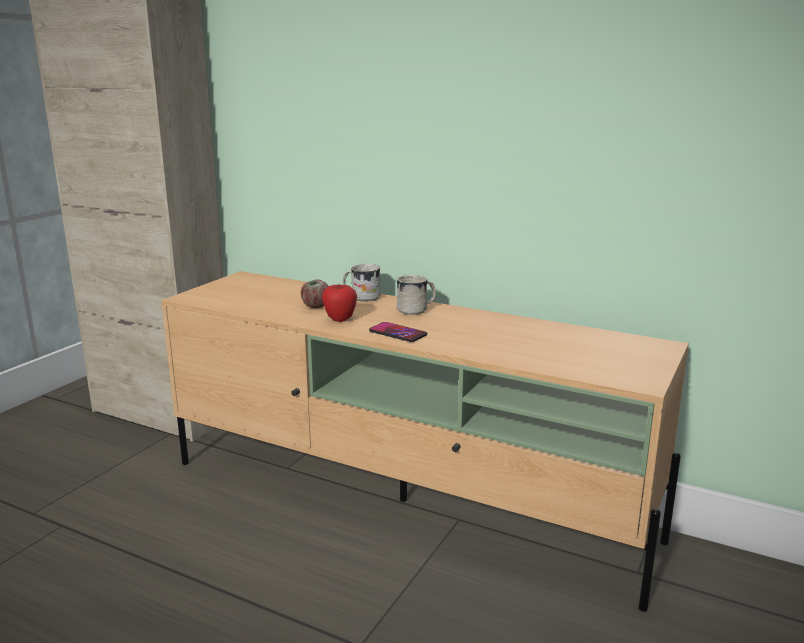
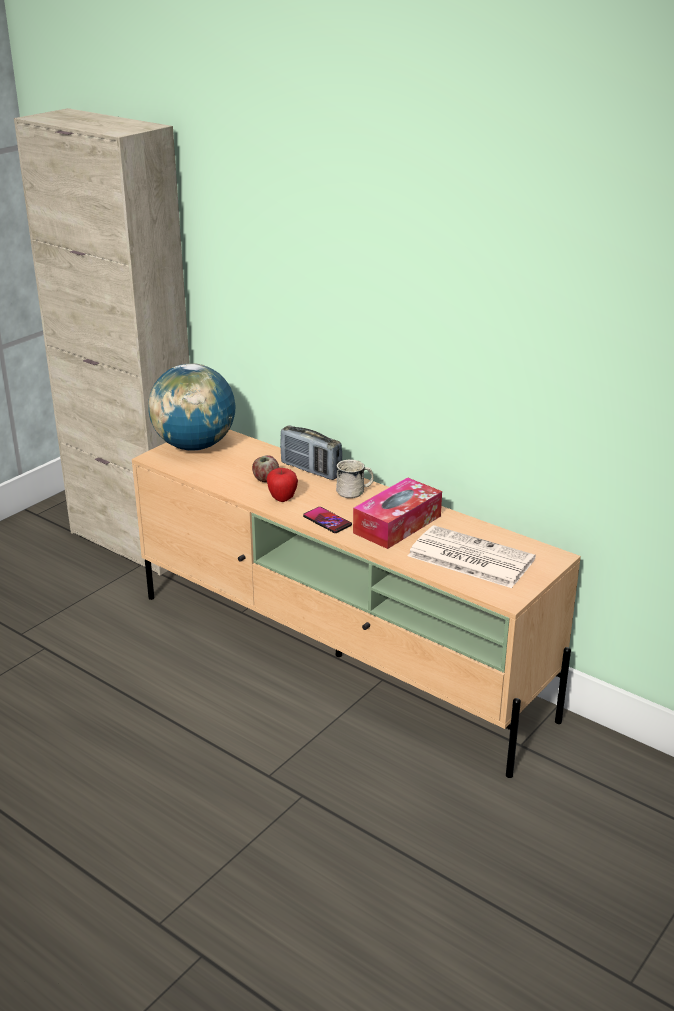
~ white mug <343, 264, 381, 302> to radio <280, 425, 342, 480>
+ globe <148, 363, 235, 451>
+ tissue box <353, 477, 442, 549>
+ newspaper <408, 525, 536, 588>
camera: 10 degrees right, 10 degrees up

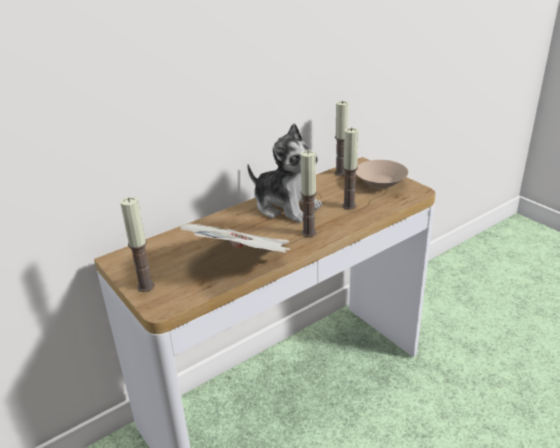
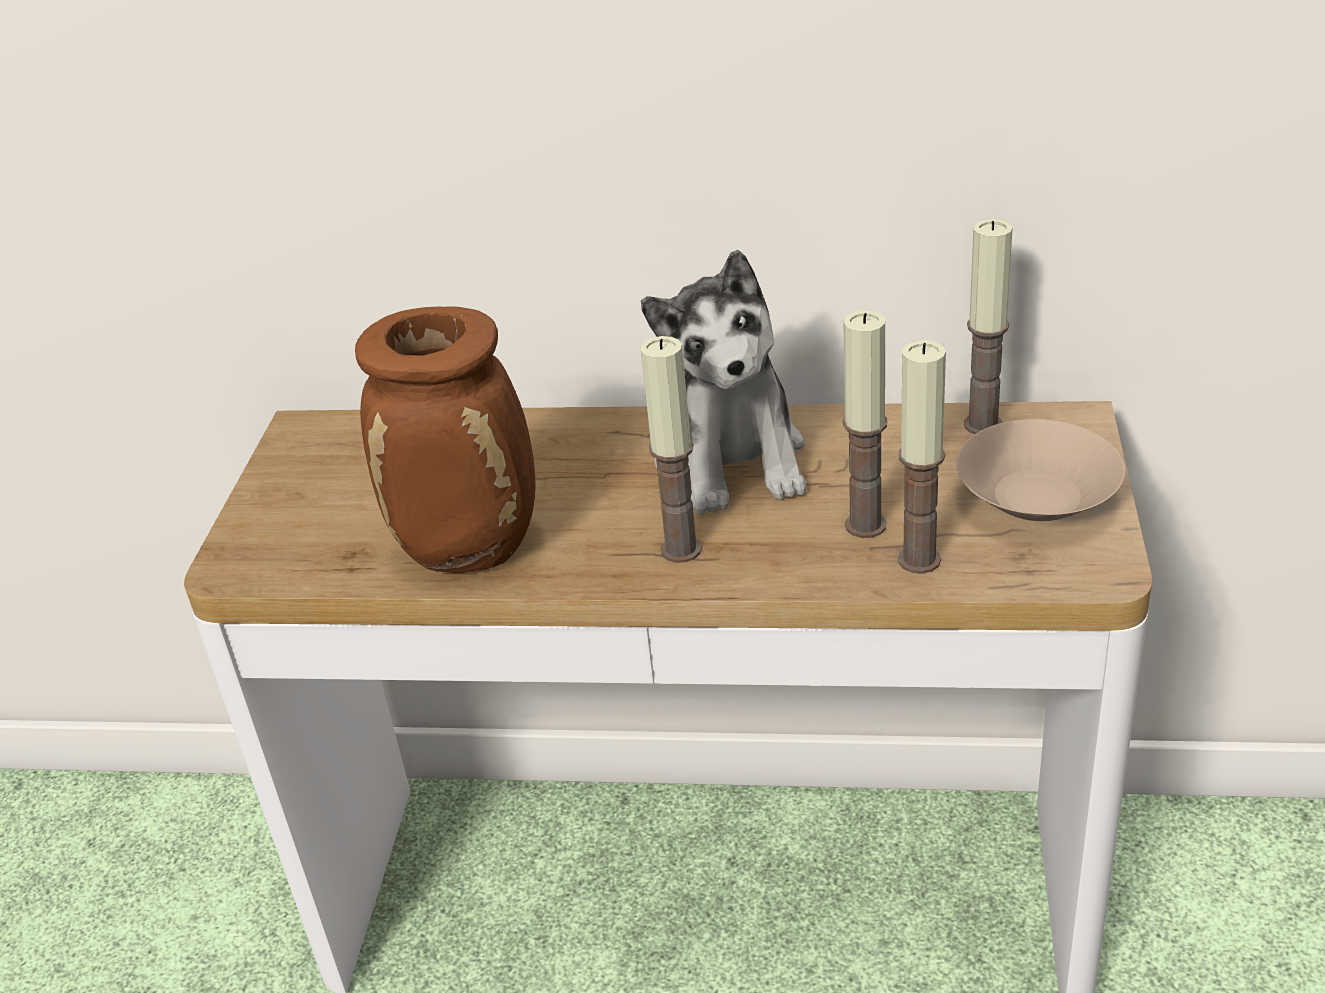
~ candle <120, 197, 155, 292> to <898, 340, 946, 574>
~ newspaper <180, 223, 291, 253> to brown vase <355, 306, 535, 573>
camera: 45 degrees right, 5 degrees up

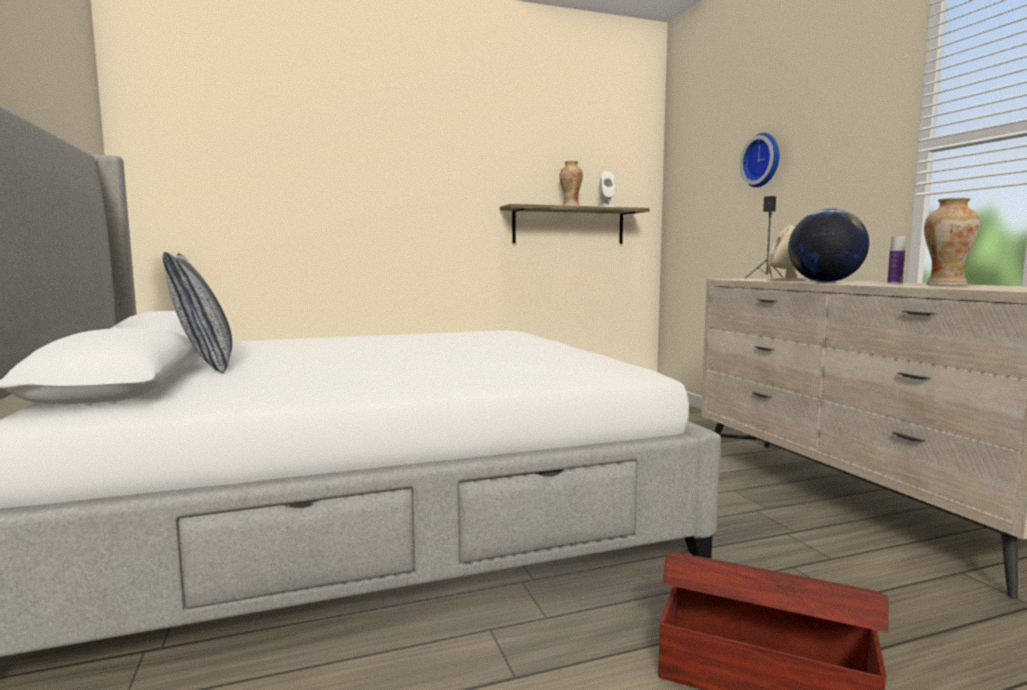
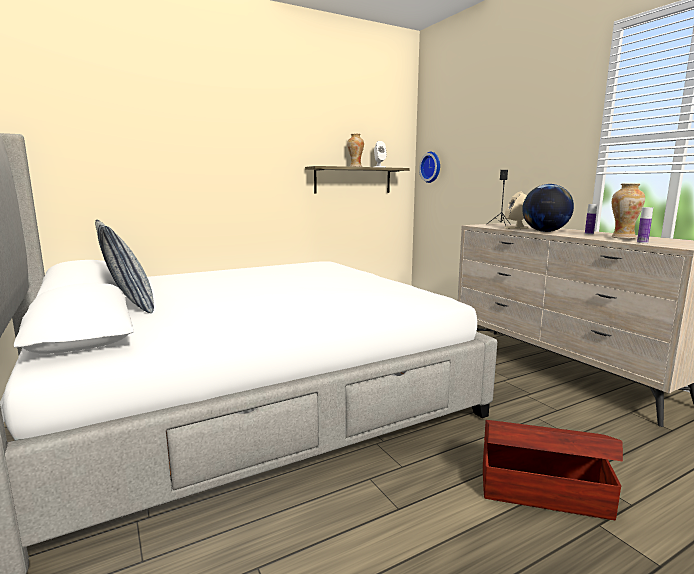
~ wall clock <740, 133, 779, 187> to <419, 152, 440, 183>
+ bottle <637, 207, 653, 243>
camera: 10 degrees left, 5 degrees up

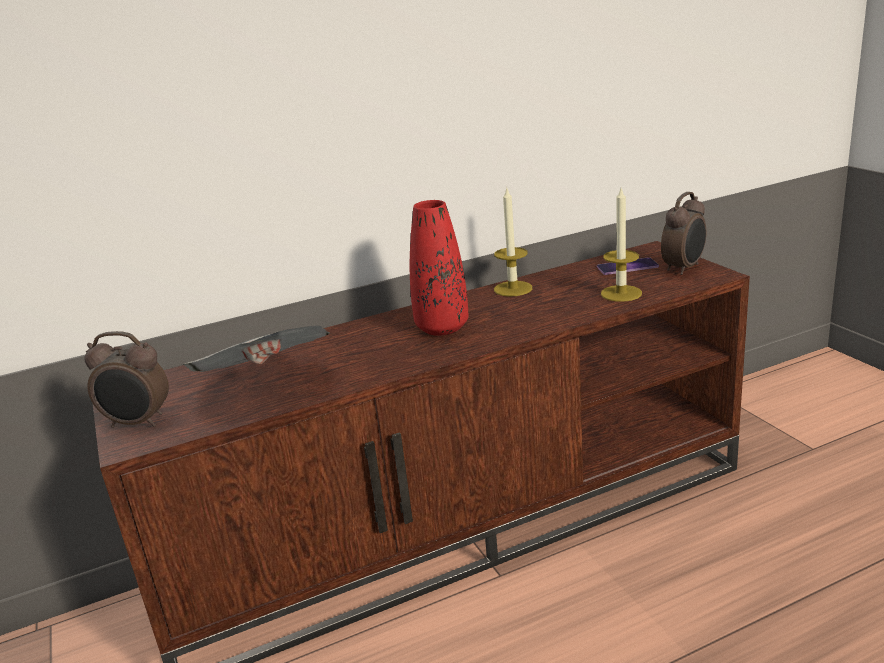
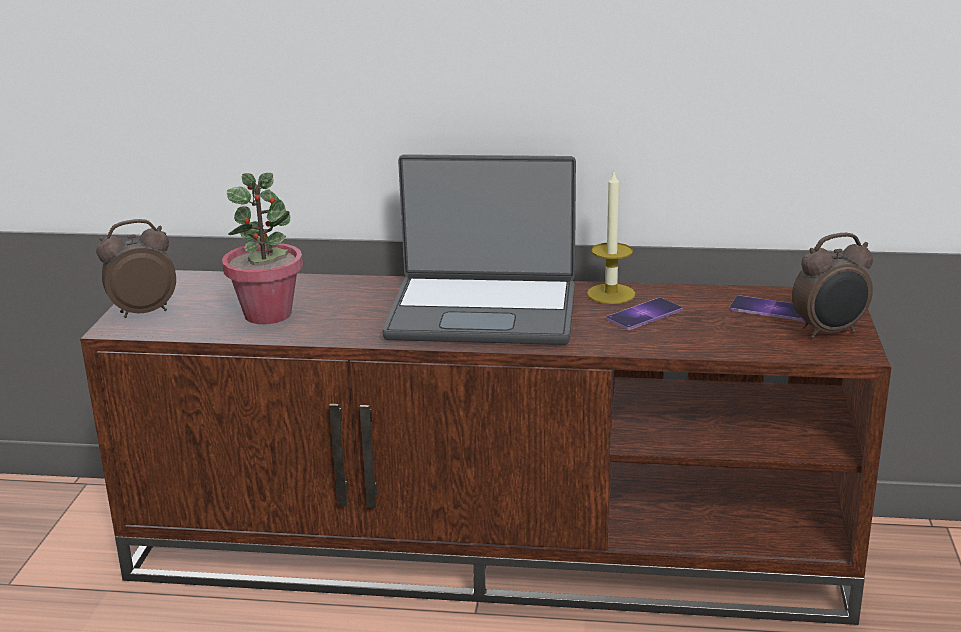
- candle <601, 188, 642, 302>
~ red vase <410, 200, 469, 336> to laptop <382, 154, 576, 345>
~ newspaper <182, 326, 330, 372> to potted plant <222, 173, 303, 324>
~ alarm clock <84, 331, 169, 428> = <96, 219, 176, 318> 120 degrees clockwise
+ phone <606, 298, 683, 330>
camera: 30 degrees right, 0 degrees up

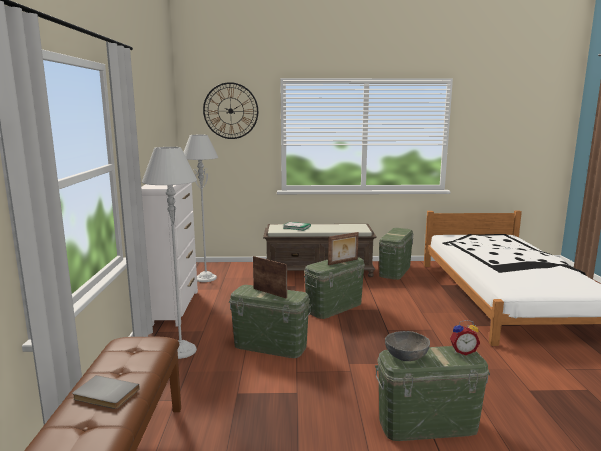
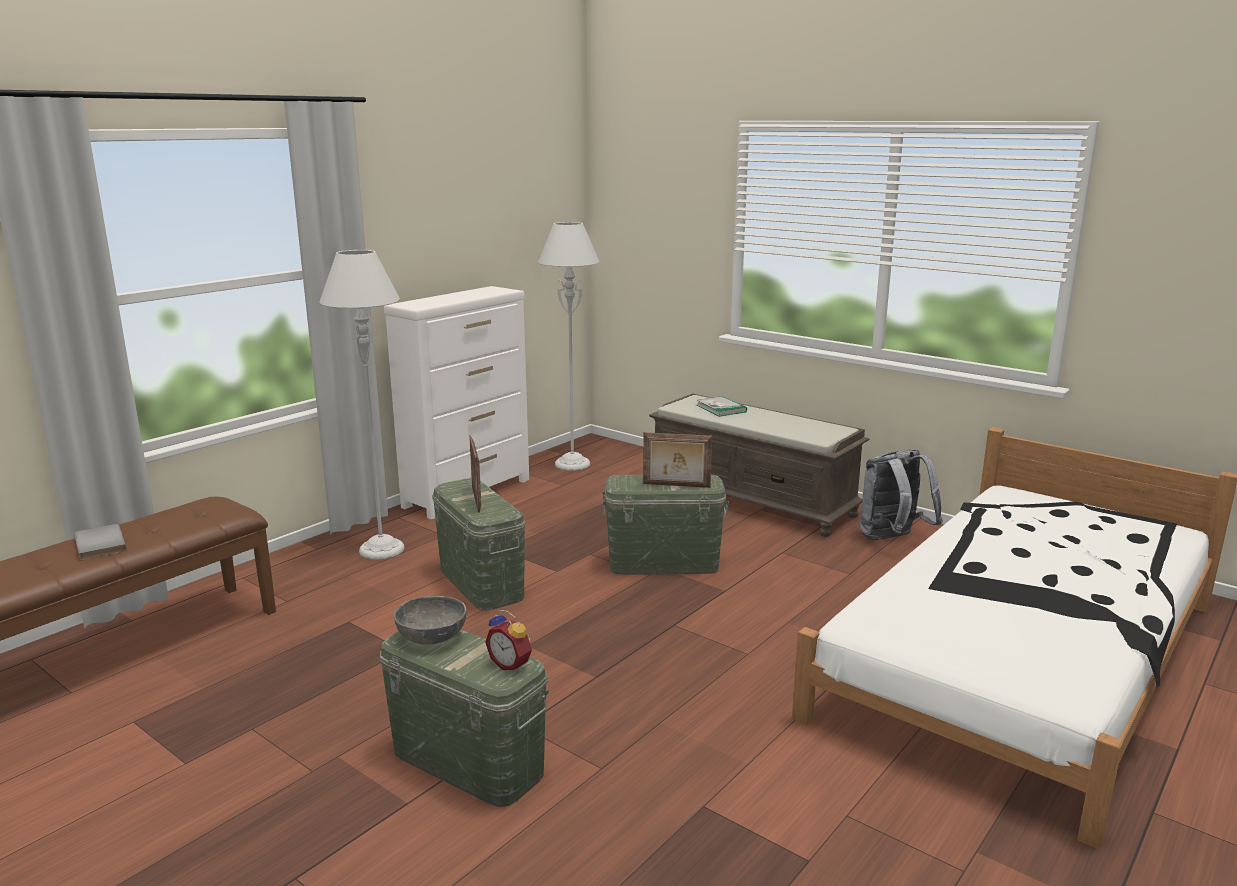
- wall clock <203, 82, 258, 139>
~ green storage box <379, 228, 413, 280> to grey backpack <860, 449, 943, 540>
camera: 40 degrees right, 5 degrees up

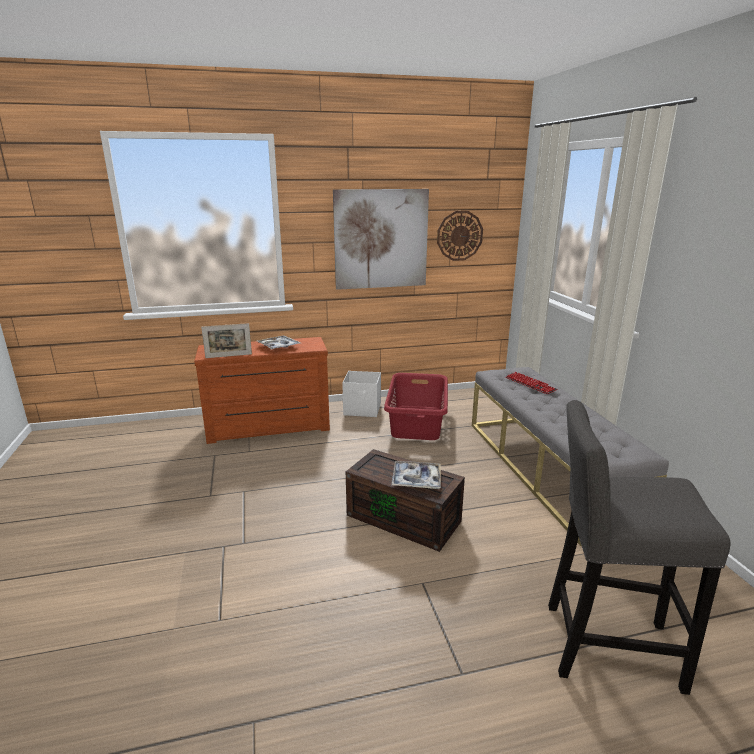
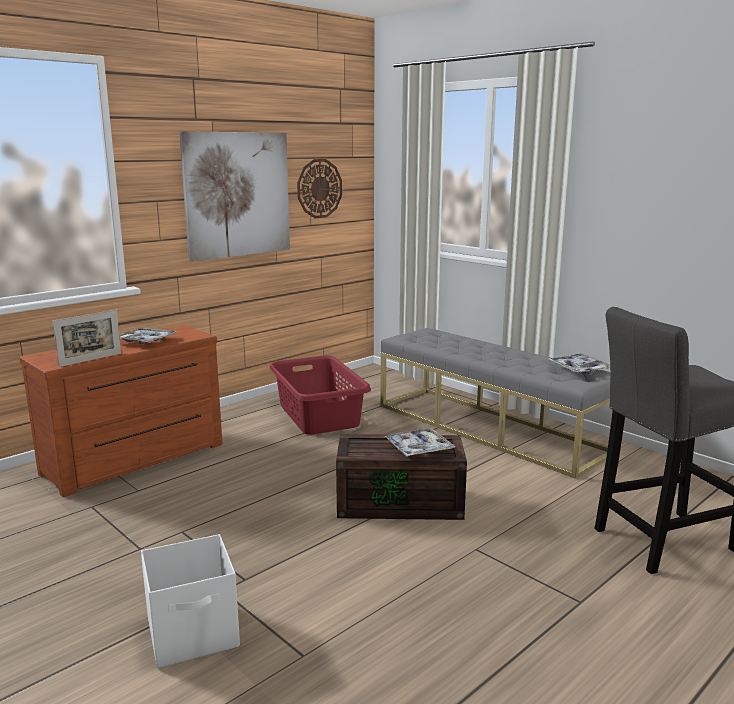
~ white storage box <342, 371, 381, 417> to <141, 534, 240, 668>
- keyboard <505, 372, 558, 394>
+ tray <549, 353, 610, 374>
camera: 30 degrees left, 5 degrees down

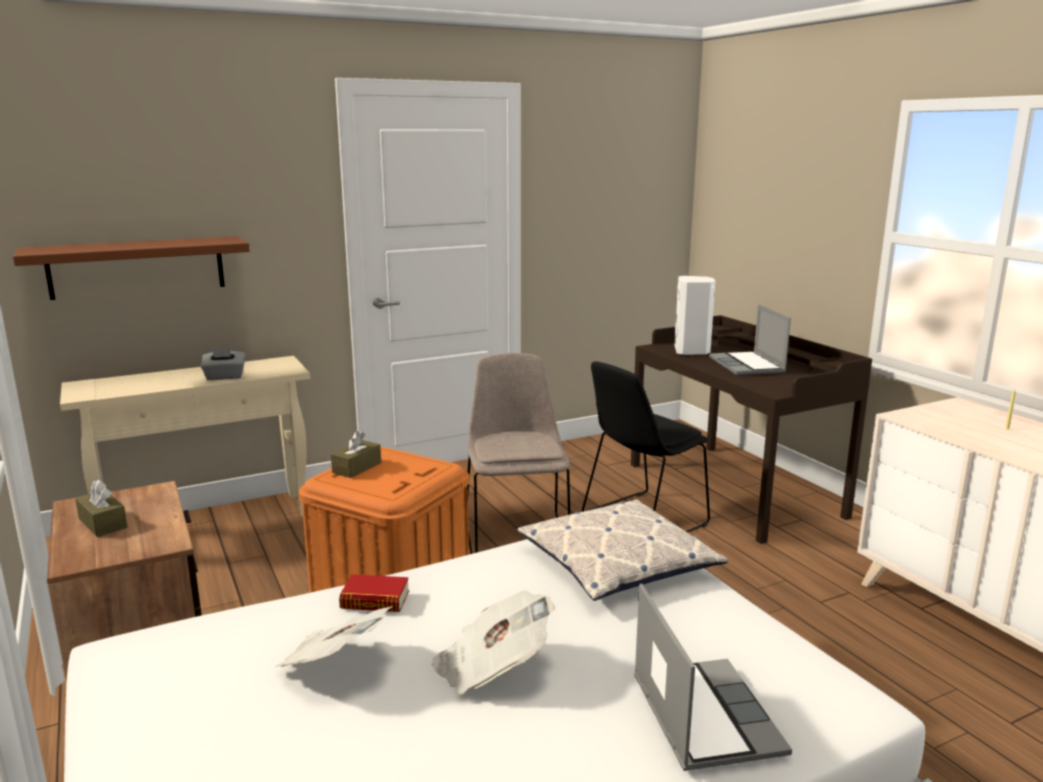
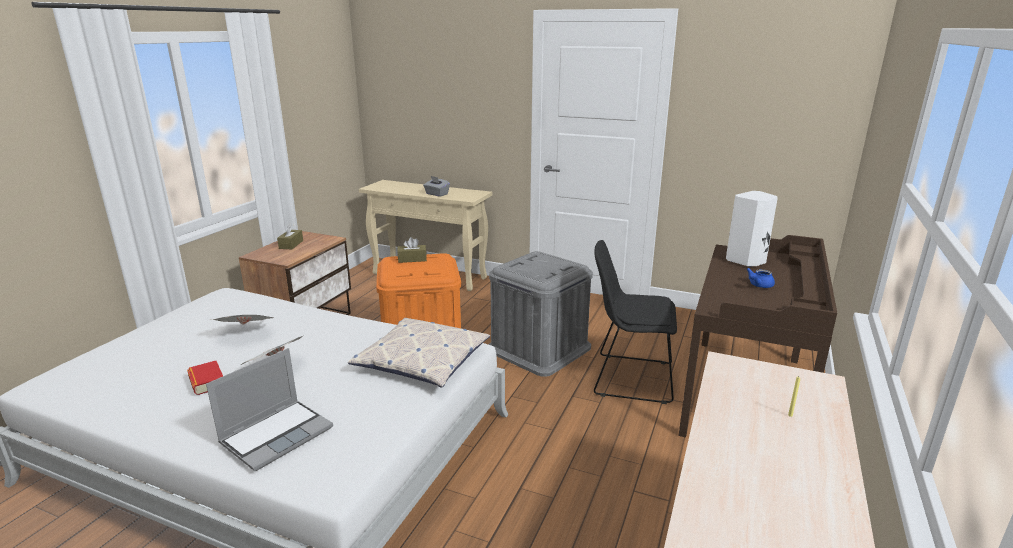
- brown shelf <13, 236, 250, 300>
~ laptop <709, 304, 791, 376> to blue teapot <746, 268, 775, 288>
~ beige chair <468, 353, 570, 554> to grey storage box <488, 251, 593, 377>
~ book <339, 574, 409, 612> to <187, 361, 223, 395>
camera: 50 degrees right, 5 degrees up

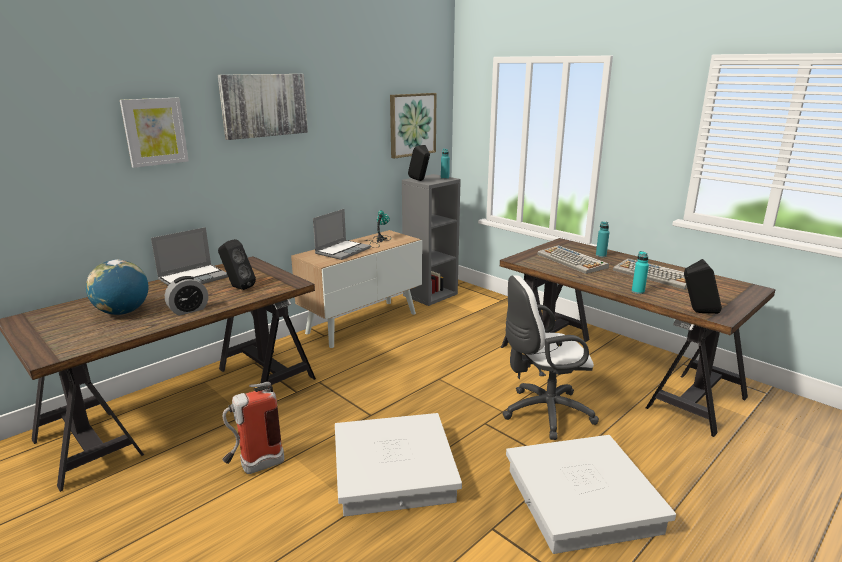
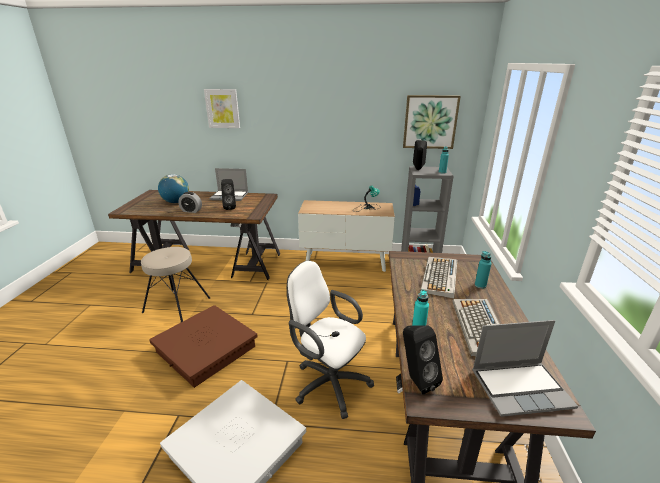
- picture <218, 74, 308, 140>
~ laptop <313, 209, 371, 260> to <472, 320, 578, 417>
~ fire extinguisher <222, 382, 284, 474> to beige stool <141, 247, 210, 322>
~ white storage box <335, 413, 462, 517> to brown storage box <149, 305, 258, 388>
camera: 50 degrees right, 5 degrees up

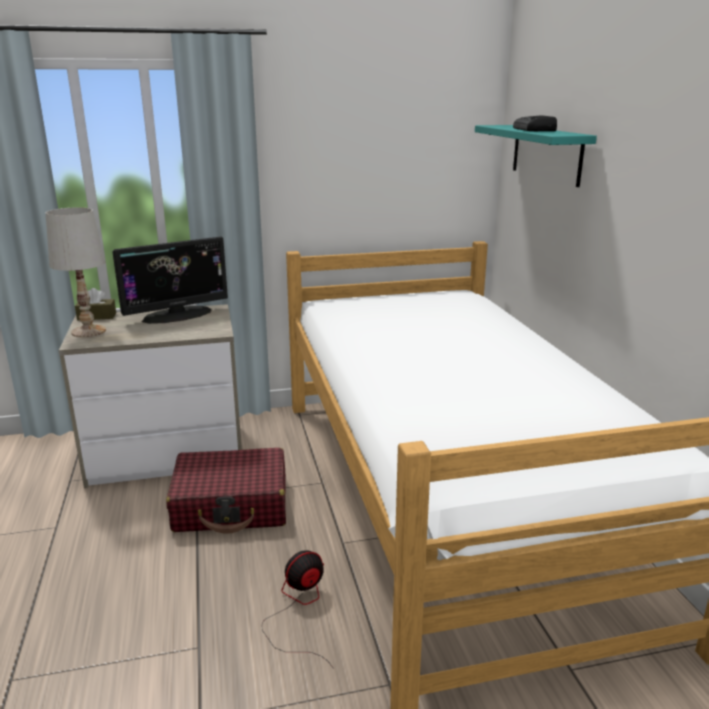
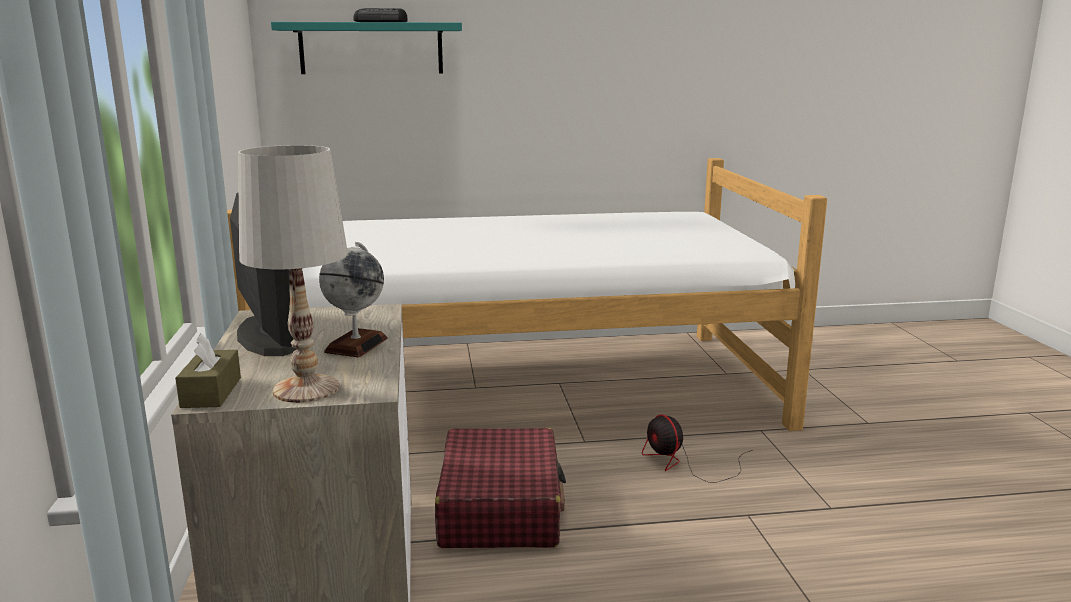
+ globe <319, 242, 388, 357>
camera: 85 degrees left, 5 degrees down

